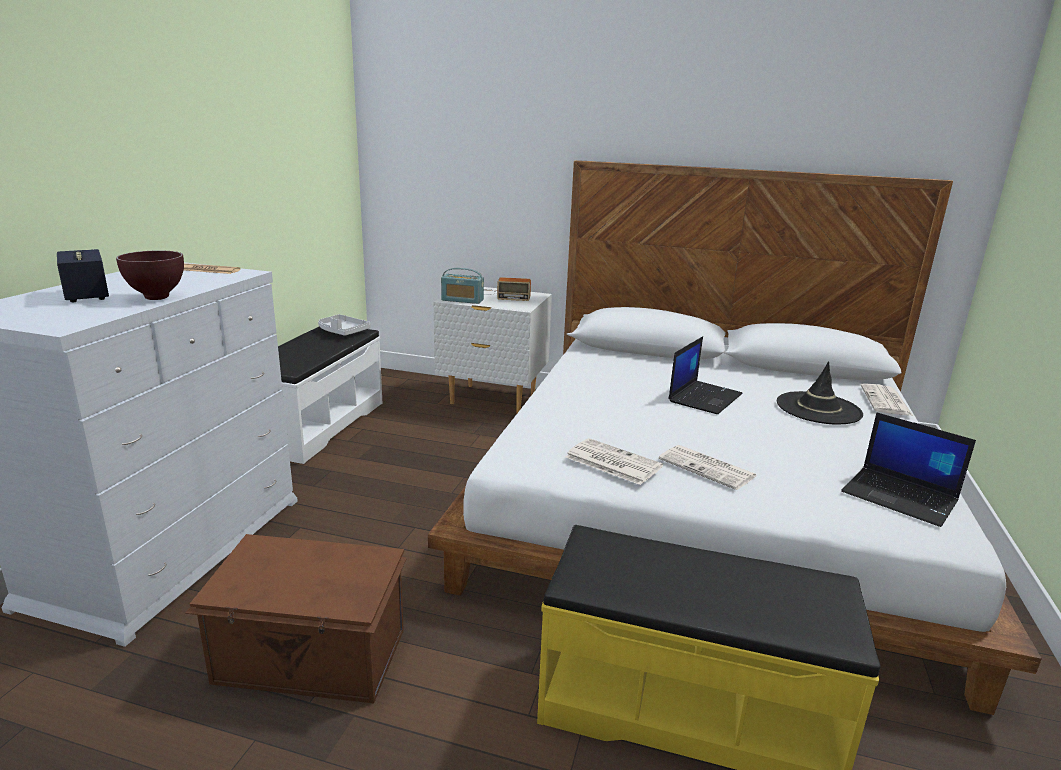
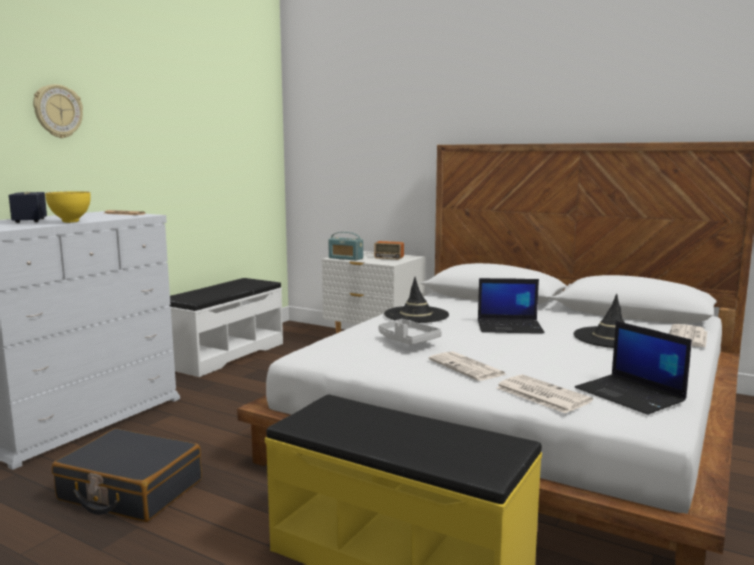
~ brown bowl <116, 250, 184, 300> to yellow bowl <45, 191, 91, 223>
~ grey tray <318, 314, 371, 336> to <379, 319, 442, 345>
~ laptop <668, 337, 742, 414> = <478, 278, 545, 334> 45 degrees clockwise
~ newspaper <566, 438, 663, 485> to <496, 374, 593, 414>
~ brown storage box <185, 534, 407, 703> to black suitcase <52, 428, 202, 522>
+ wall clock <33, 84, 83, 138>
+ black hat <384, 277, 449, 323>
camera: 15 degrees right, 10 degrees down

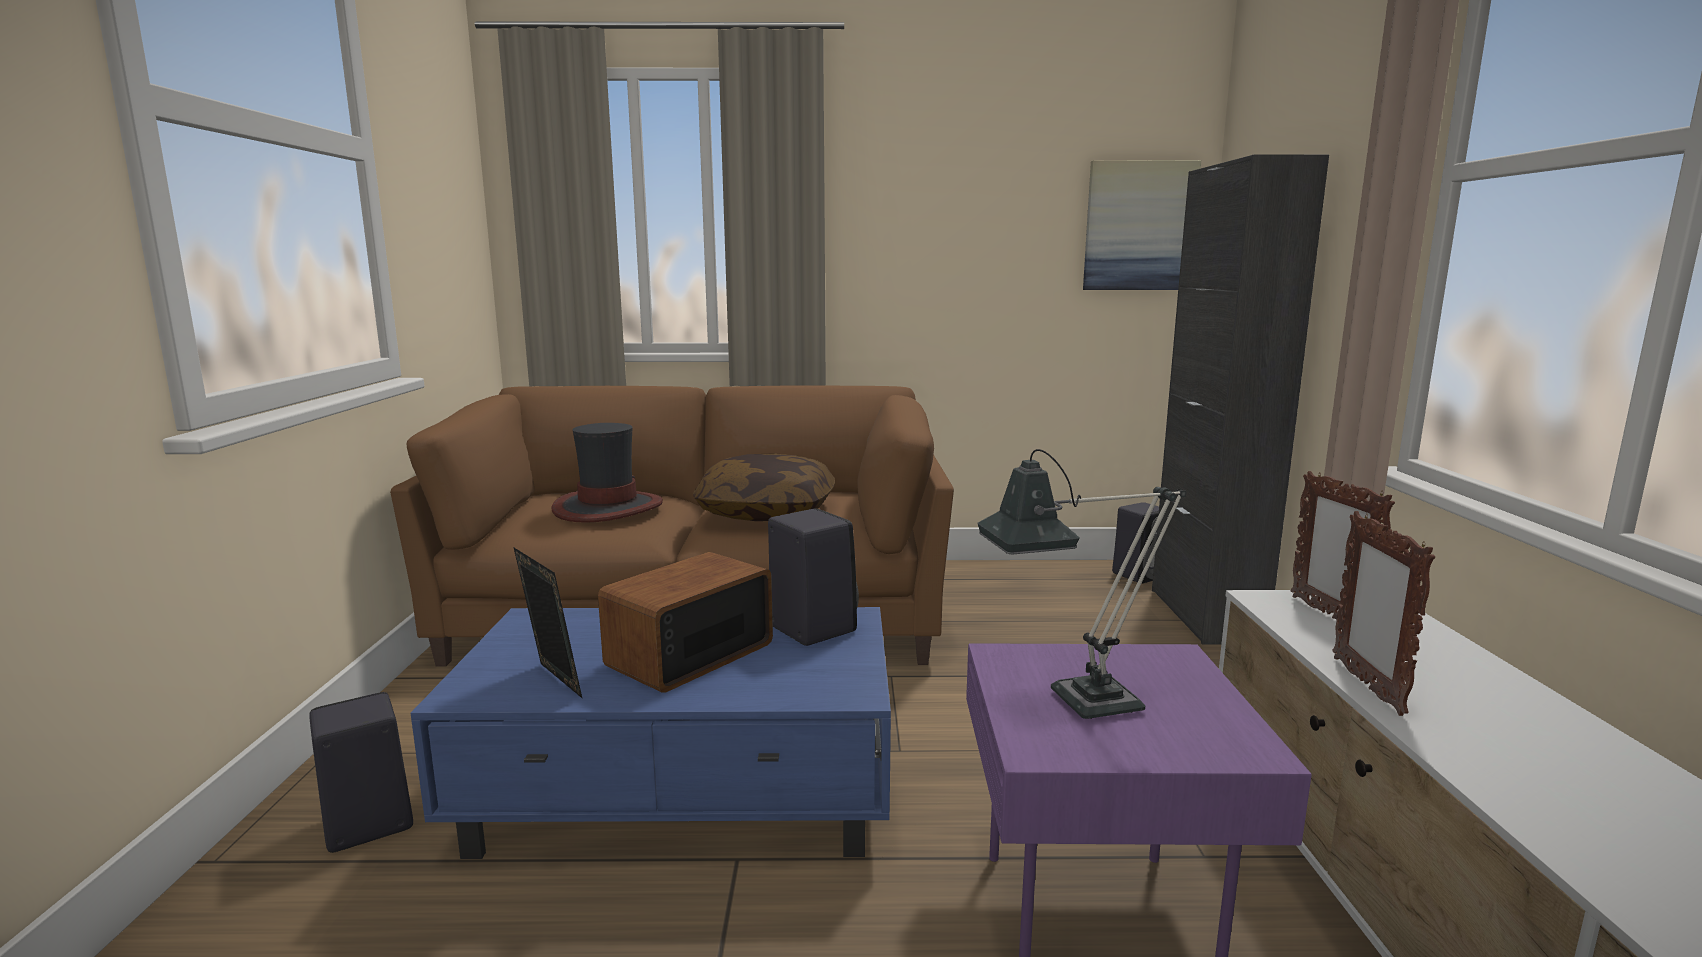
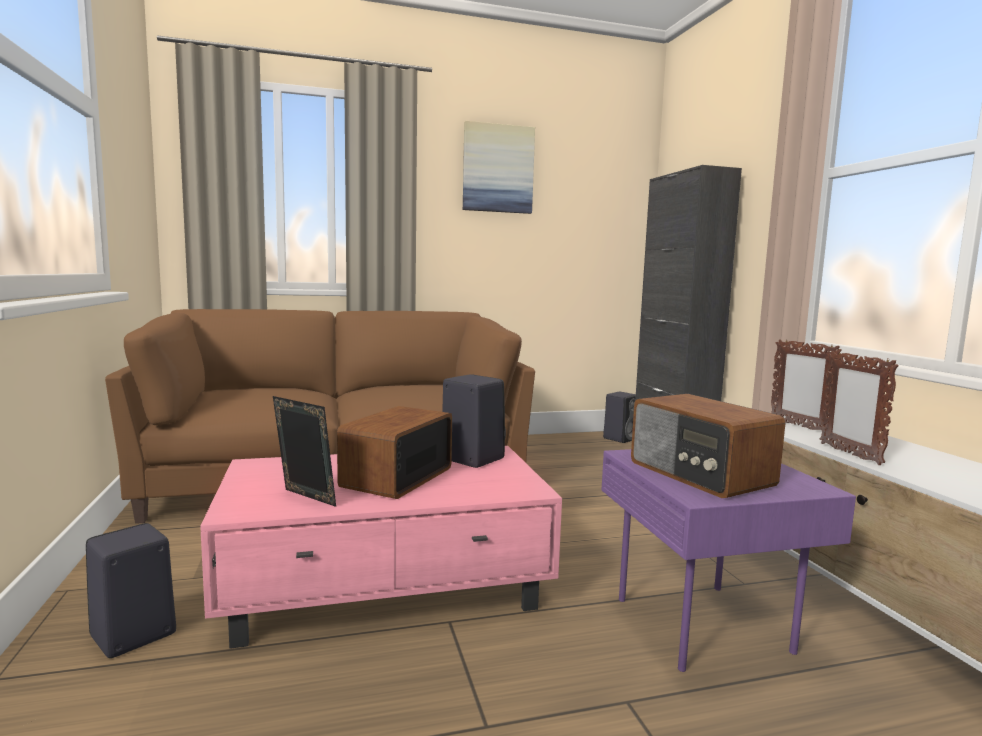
~ picture <1083, 160, 1201, 290> to <463, 121, 535, 214>
- hat <551, 423, 663, 523>
~ table lamp <978, 449, 1186, 719> to radio <631, 394, 785, 498>
- pillow <693, 453, 835, 521>
~ blue coffee table <411, 607, 891, 859> to pink coffee table <200, 446, 562, 649>
camera: 15 degrees left, 5 degrees down

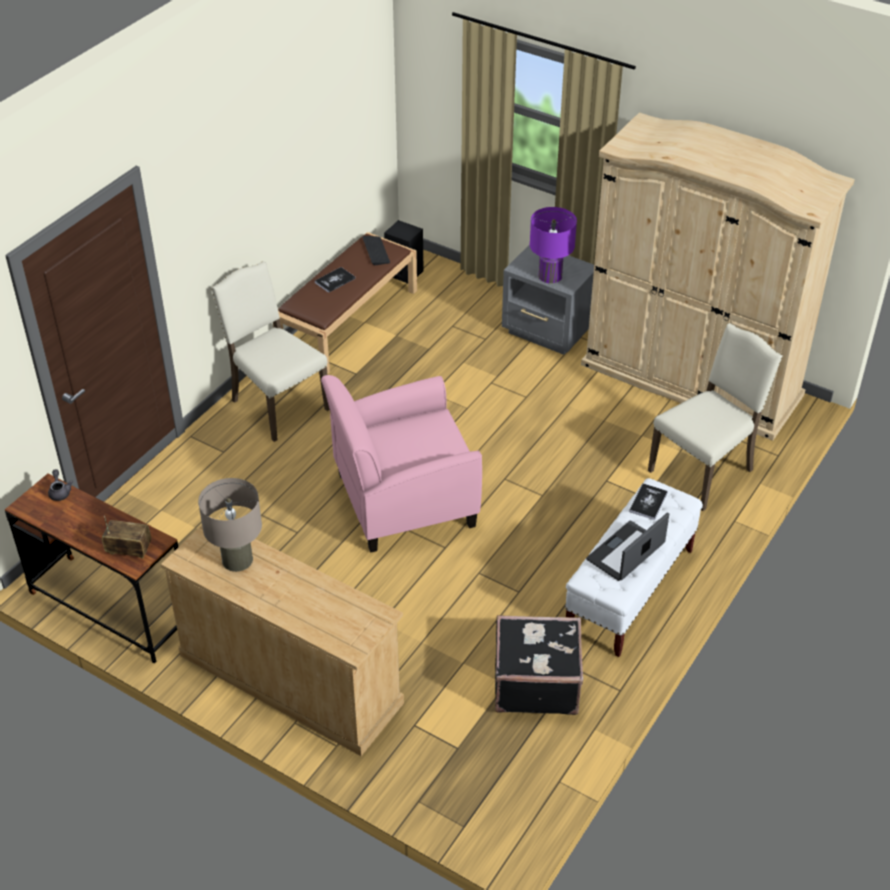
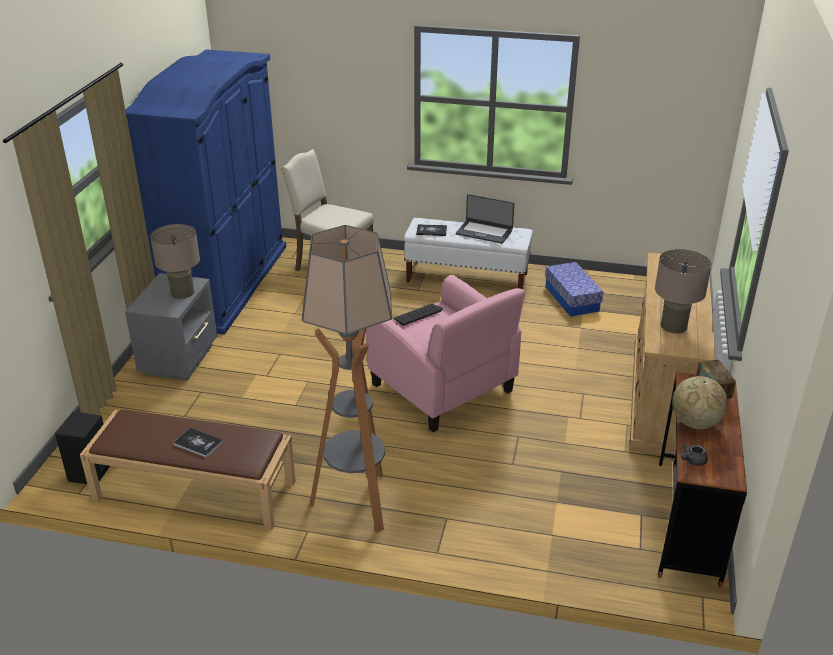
~ beige wardrobe <581, 113, 855, 441> to blue wardrobe <125, 49, 286, 335>
~ purple table lamp <530, 207, 577, 284> to beige table lamp <150, 224, 200, 299>
~ keyboard <362, 236, 390, 265> to <393, 304, 443, 326>
~ beige chair <211, 261, 330, 442> to floor lamp <302, 225, 392, 533>
~ black suitcase <495, 615, 583, 715> to storage box <545, 262, 603, 317>
+ globe <672, 376, 728, 429>
camera: 110 degrees left, 10 degrees down

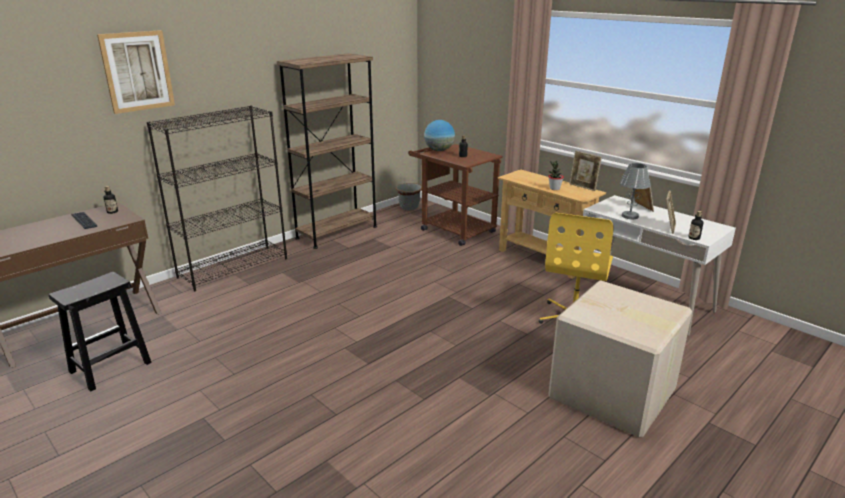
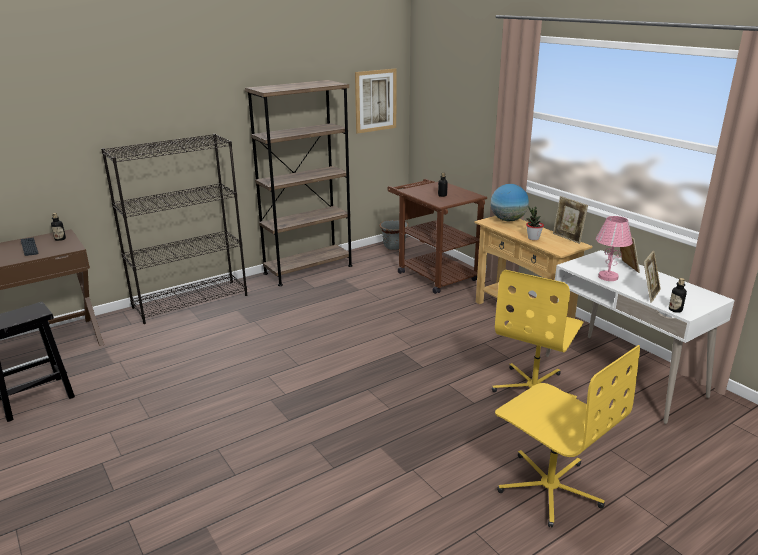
~ picture <97, 30, 175, 114> to <355, 69, 397, 134>
~ globe <424, 120, 455, 151> to <491, 184, 529, 221>
~ grey table lamp <619, 163, 651, 219> to pink table lamp <596, 216, 633, 281>
~ cardboard box <548, 280, 692, 438> to yellow office chair <495, 345, 640, 527>
camera: 10 degrees right, 0 degrees up

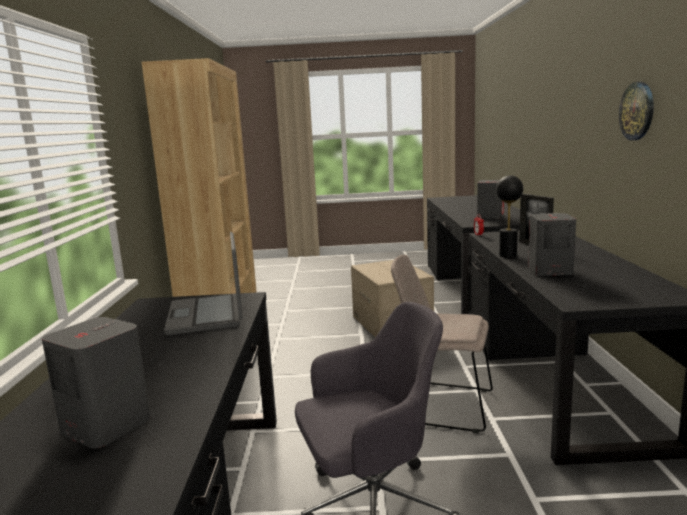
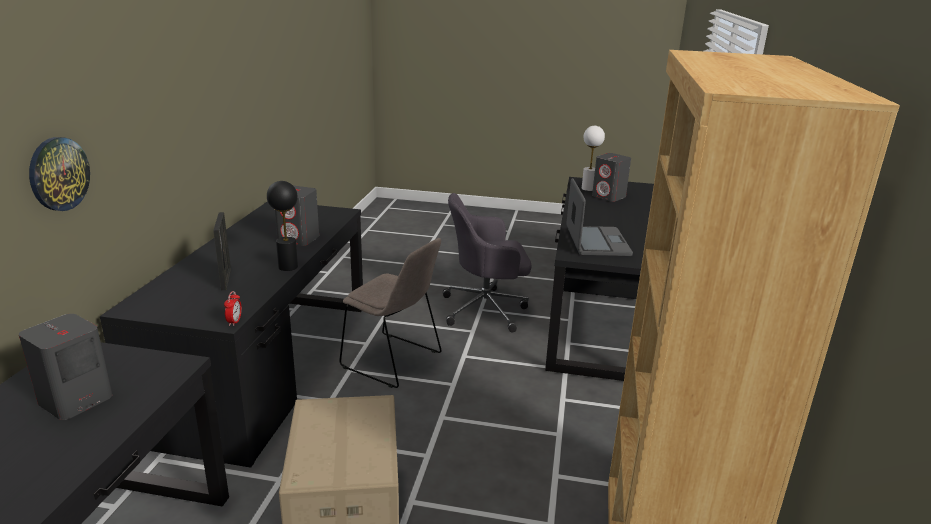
~ wall clock <619, 82, 654, 140> to <29, 137, 90, 211>
+ white table lamp <582, 126, 605, 191>
camera: 170 degrees left, 10 degrees up

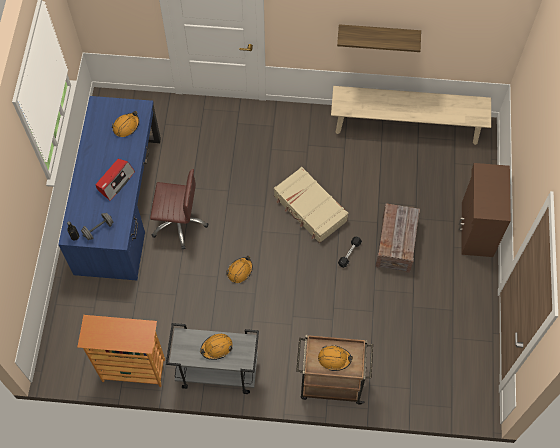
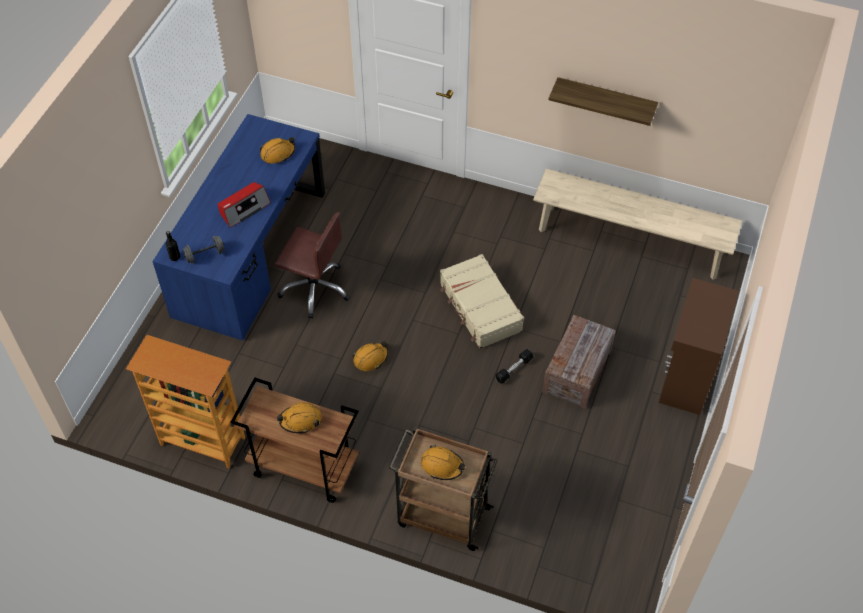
~ grey cart <166, 323, 259, 394> to brown cart <230, 378, 359, 503>
camera: 15 degrees right, 10 degrees down

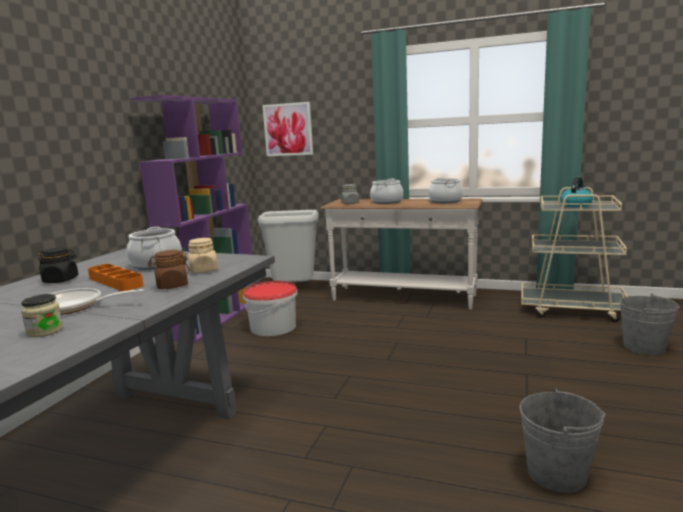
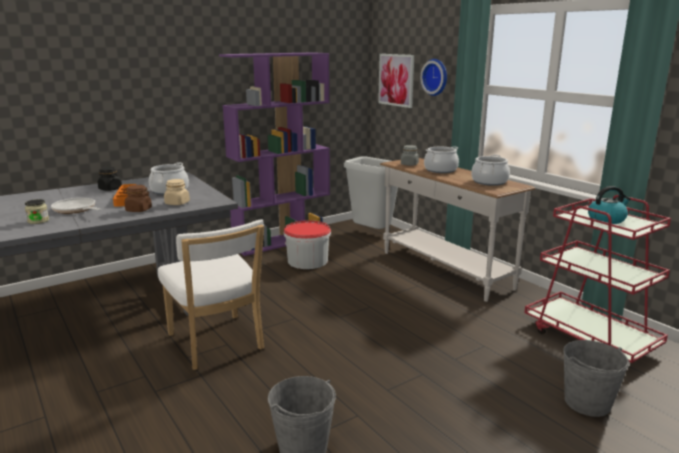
~ beige cart <521, 187, 628, 322> to red cart <524, 195, 671, 363>
+ wall clock <420, 59, 447, 96>
+ white chair <158, 219, 264, 370>
camera: 35 degrees right, 5 degrees up

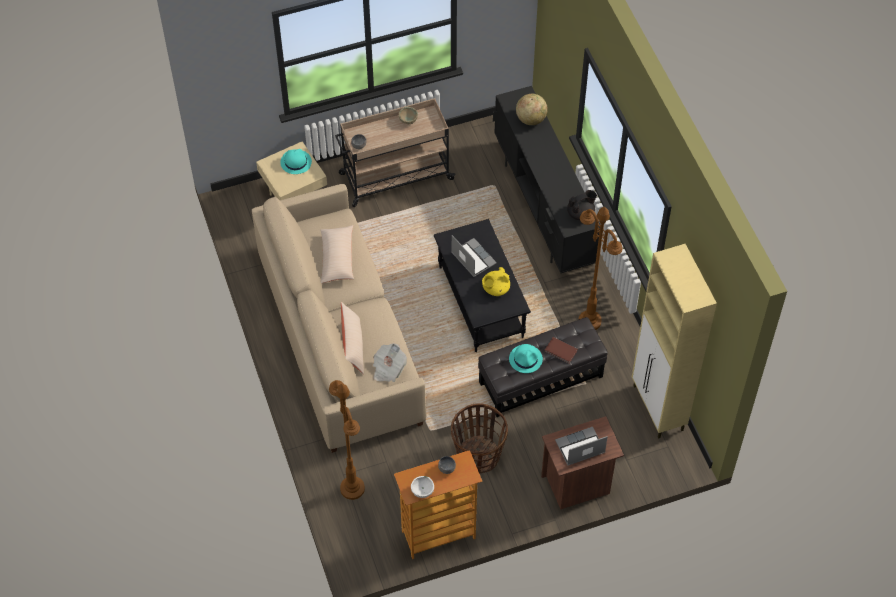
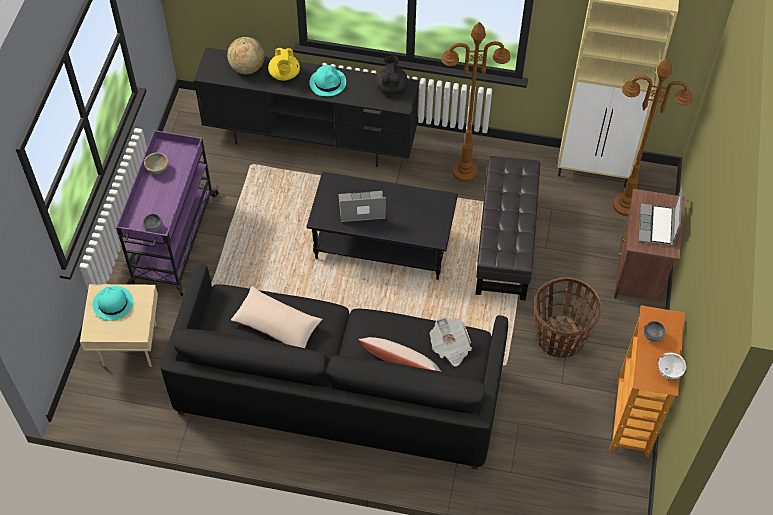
~ beige cart <335, 98, 455, 207> to purple cart <116, 130, 219, 296>
~ beige sofa <252, 184, 426, 453> to black sofa <161, 264, 508, 470>
~ yellow teapot <482, 267, 510, 296> to <268, 48, 300, 81>
- brown book <544, 337, 578, 364>
~ turquoise hat <509, 344, 543, 373> to <309, 65, 346, 96>
~ brown floor lamp <329, 380, 365, 500> to <613, 59, 693, 216>
camera: 60 degrees left, 0 degrees up

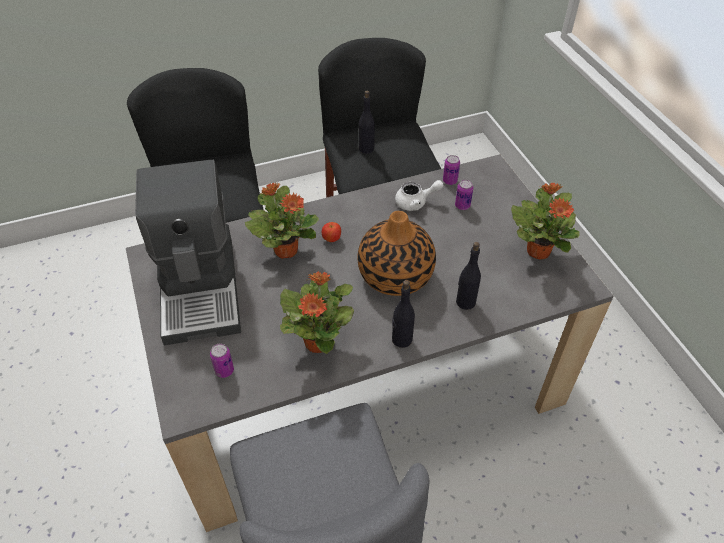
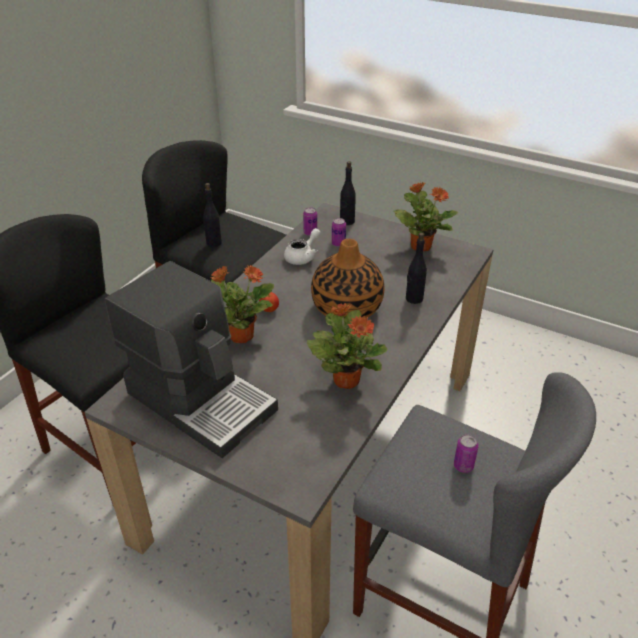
~ black bottle <392, 280, 415, 348> to <340, 161, 356, 225>
~ can <210, 344, 234, 378> to <454, 434, 479, 473>
camera: 40 degrees left, 10 degrees down

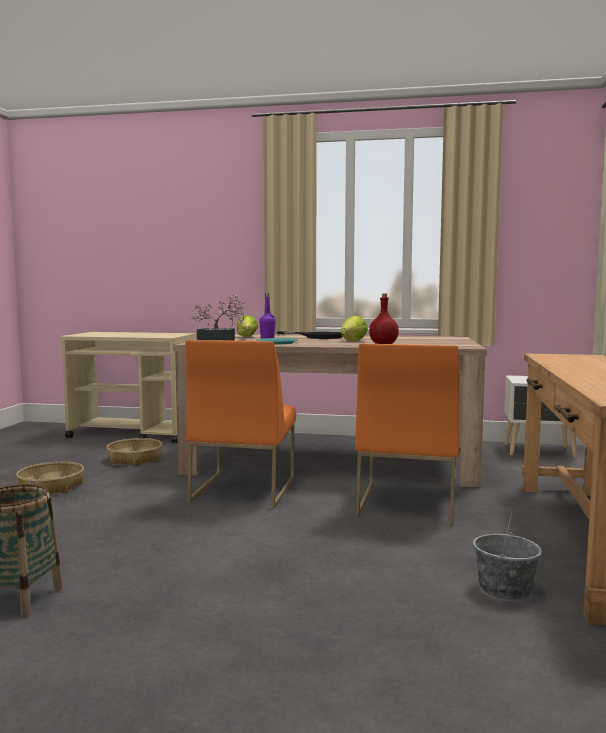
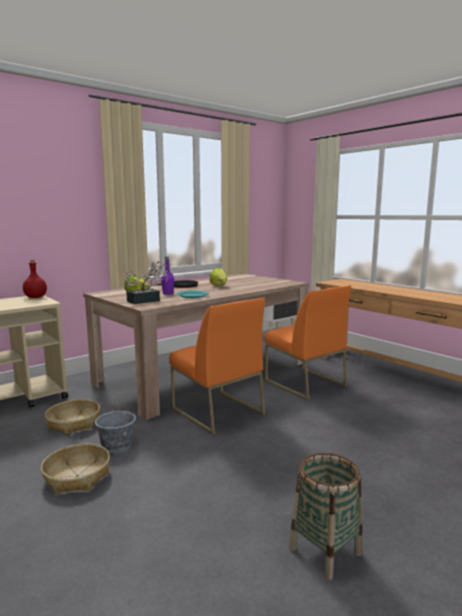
~ red bottle <369, 294, 399, 344> to <23, 260, 47, 298>
~ grey bucket <473, 513, 542, 600> to <95, 402, 136, 451>
camera: 50 degrees left, 5 degrees up

